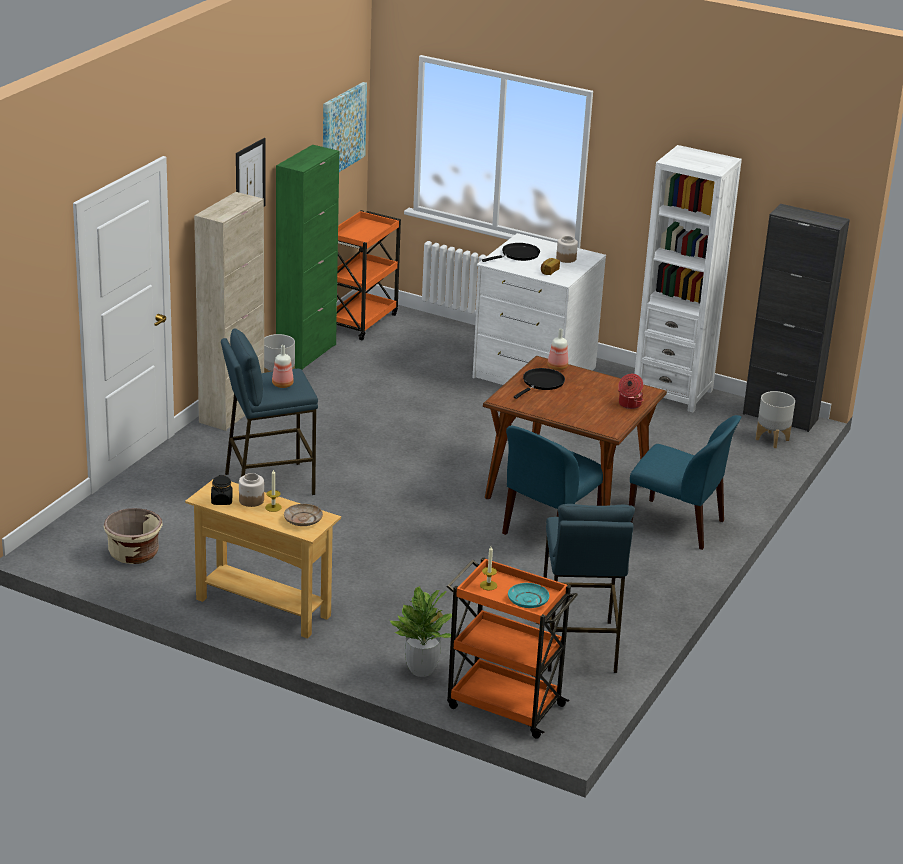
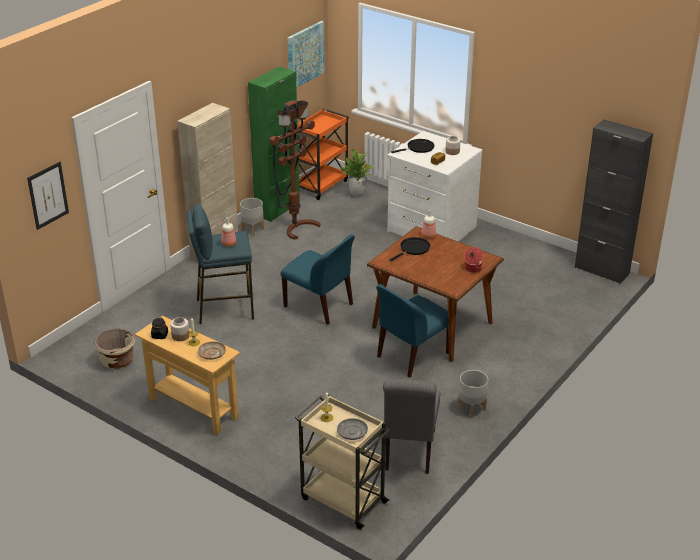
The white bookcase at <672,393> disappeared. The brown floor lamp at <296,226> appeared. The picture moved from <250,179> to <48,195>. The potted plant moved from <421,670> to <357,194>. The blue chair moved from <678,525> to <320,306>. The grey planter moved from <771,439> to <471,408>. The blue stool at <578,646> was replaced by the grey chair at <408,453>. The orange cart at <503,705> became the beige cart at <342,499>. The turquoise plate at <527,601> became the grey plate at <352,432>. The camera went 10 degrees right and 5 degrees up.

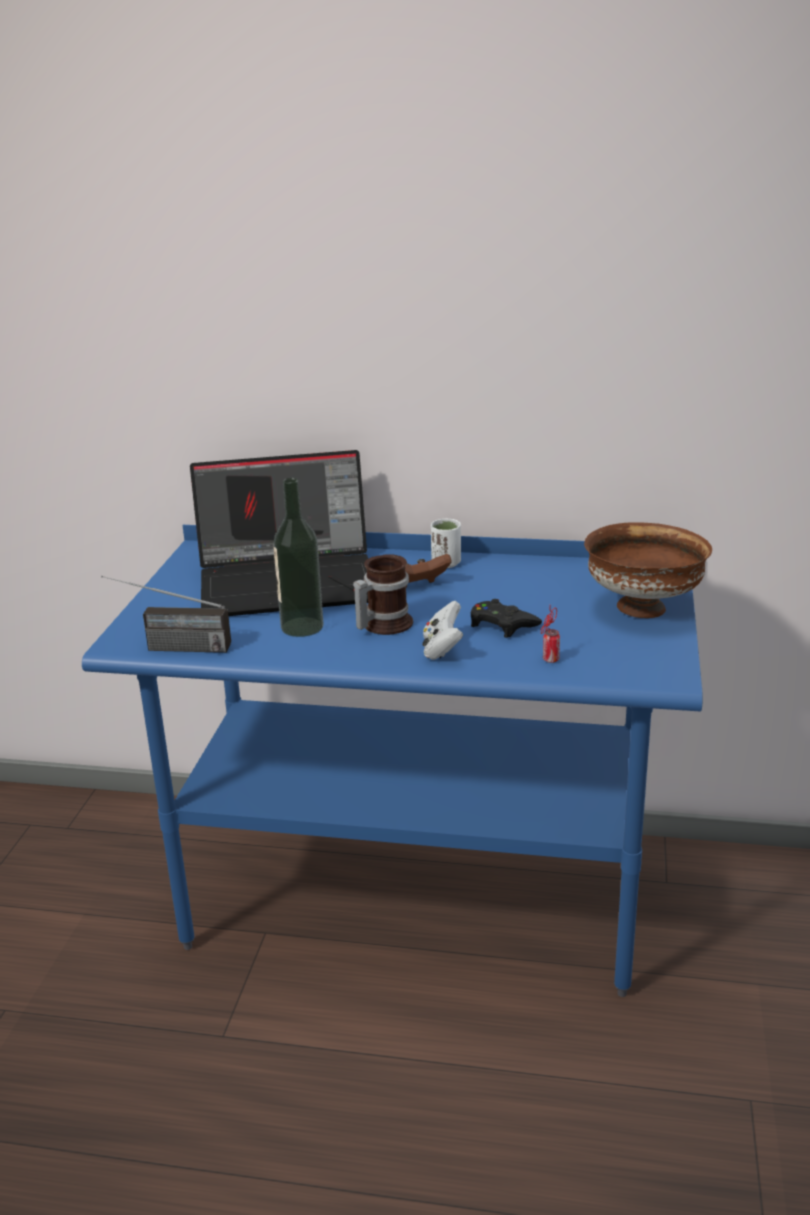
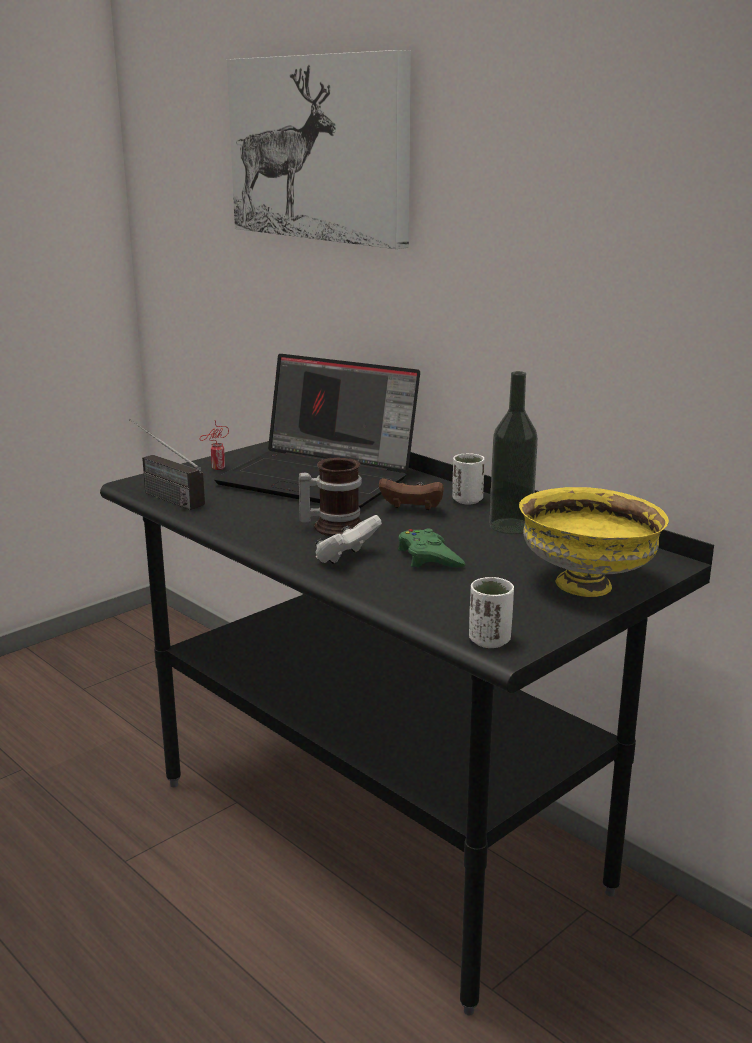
The picture at <320,149> appeared. The white cup at <489,641> appeared. The bottle moved from <302,627> to <510,526>. The can moved from <550,661> to <216,468>. The blue desk at <415,899> became the black desk at <377,834>. The black game controller at <502,625> became the green game controller at <429,557>. The brown bowl at <642,607> became the yellow bowl at <586,584>. The camera went 35 degrees right and 5 degrees down.

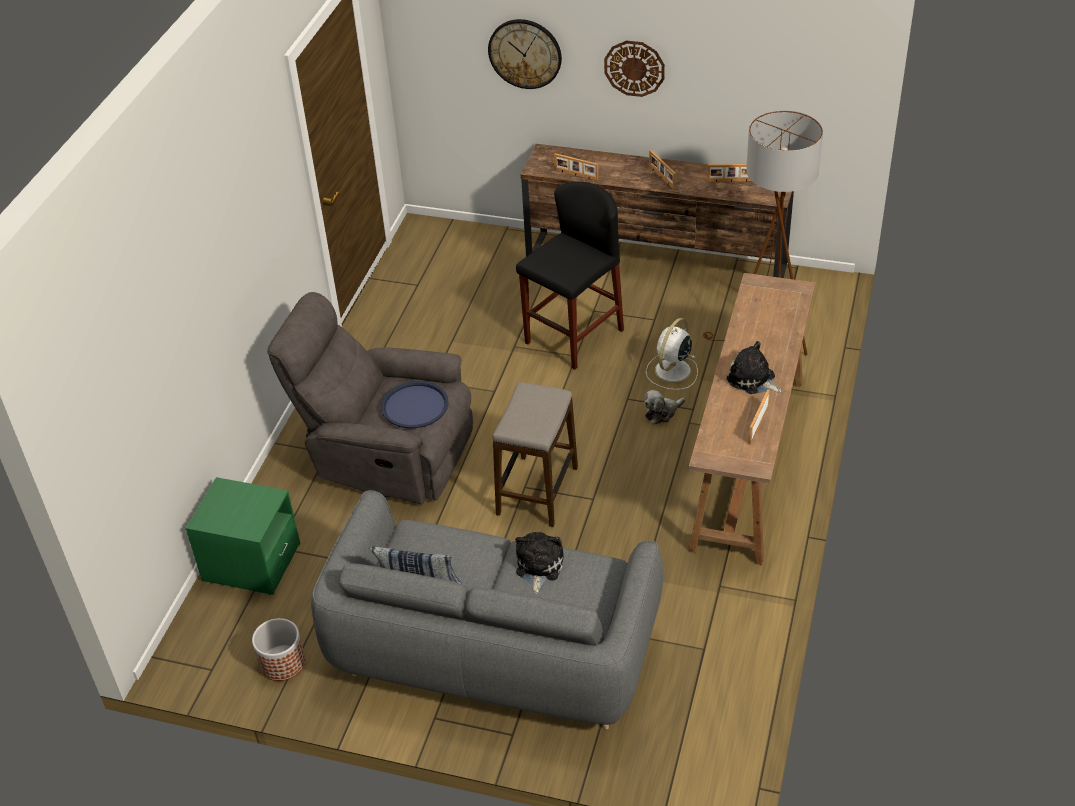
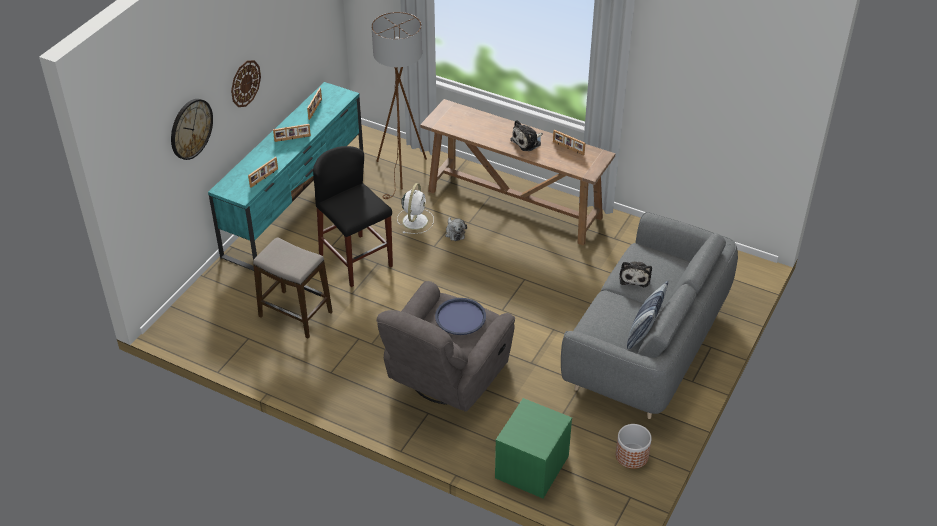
The stool moved from <538,491> to <295,314>. The brown tv stand at <656,265> became the turquoise tv stand at <296,205>. The plush toy at <538,567> turned 105 degrees counterclockwise. The white fan at <672,371> turned 120 degrees counterclockwise. The camera went 80 degrees left and 0 degrees up.

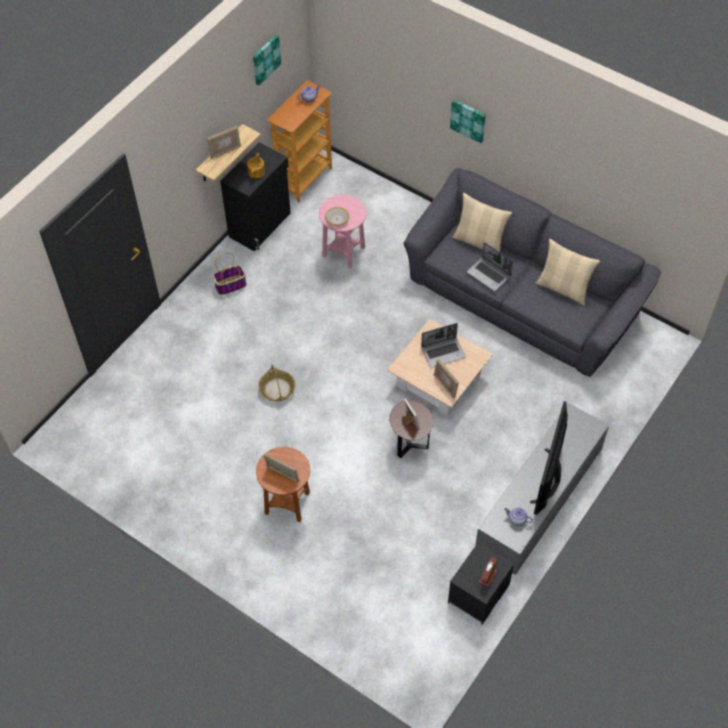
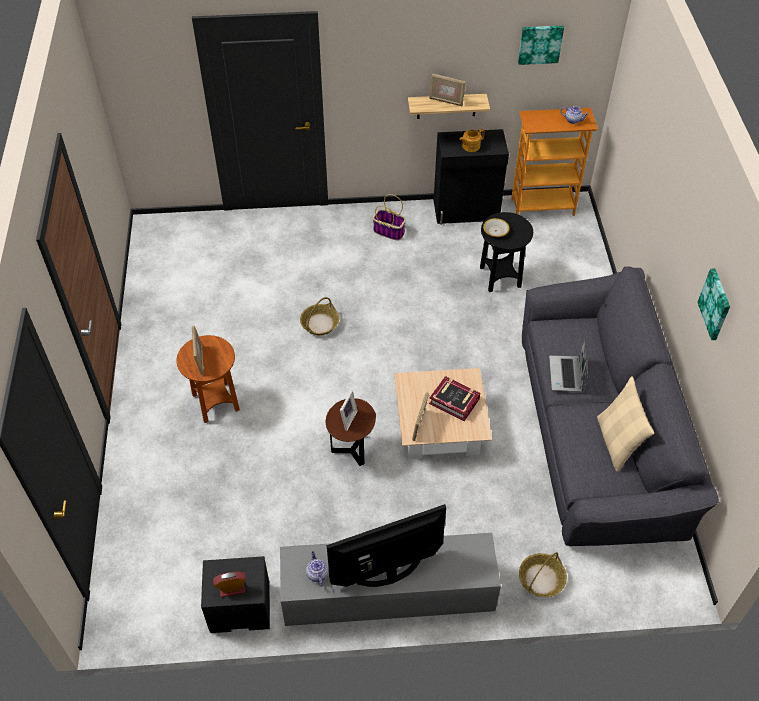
The beige pillow at <479,242> disappeared. The basket at <541,579> appeared. The picture moved from <468,120> to <716,304>. The laptop at <443,352> was replaced by the book at <454,401>. The pink side table at <344,252> became the black side table at <500,277>. The camera went 50 degrees right and 5 degrees down.

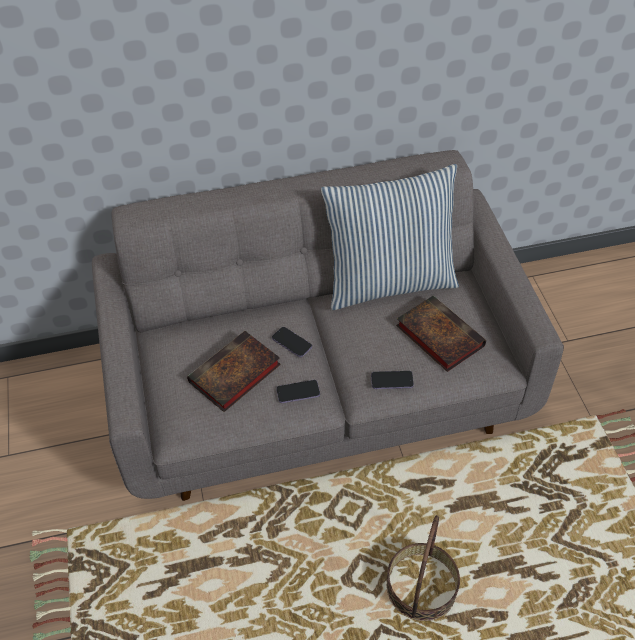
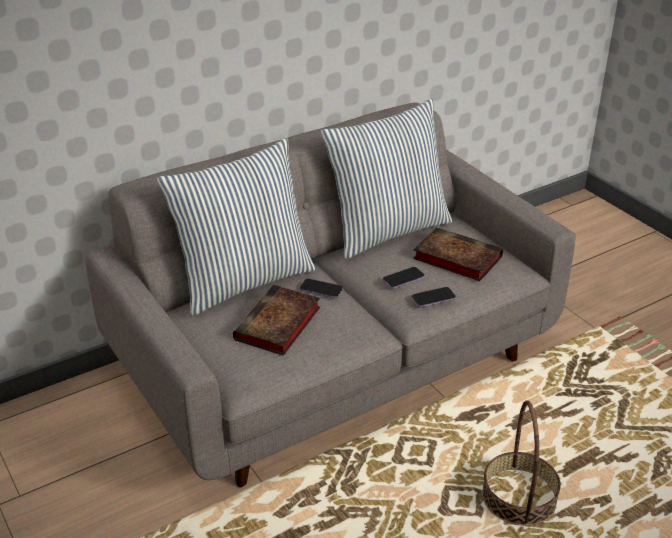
The pillow at <244,280> appeared. The phone moved from <298,392> to <403,279>. The camera went 20 degrees left and 15 degrees down.

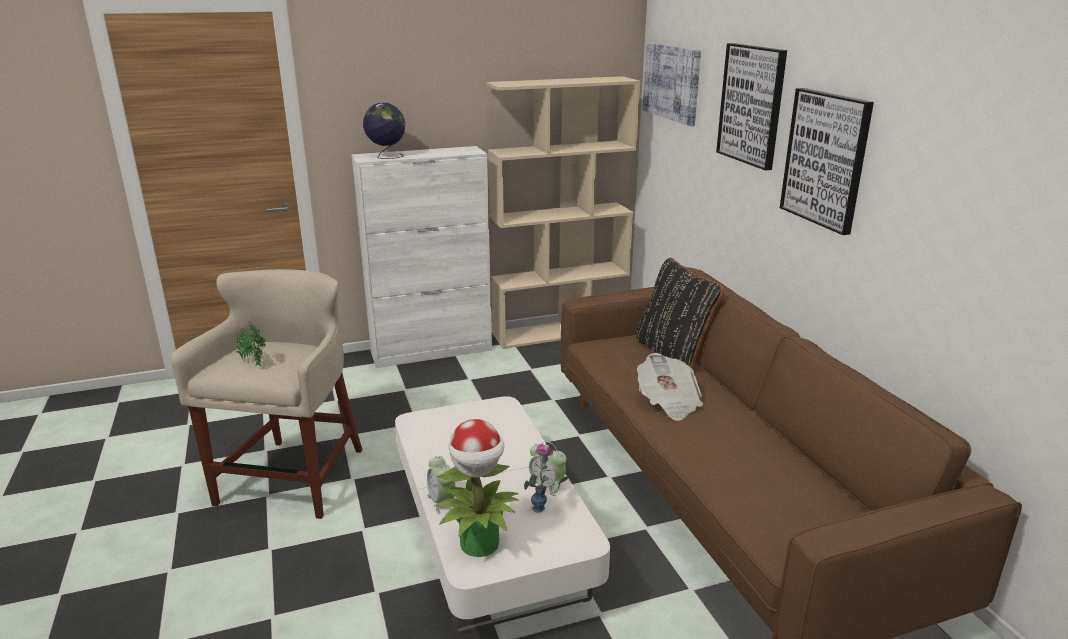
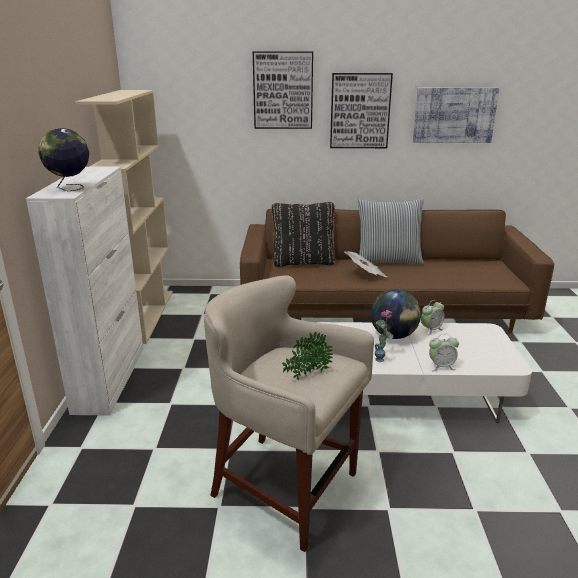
The potted plant at <480,544> disappeared. The pillow at <388,261> appeared. The globe at <393,336> appeared. The vase moved from <546,510> to <382,357>. The picture moved from <672,82> to <454,115>. The camera went 70 degrees left and 0 degrees up.

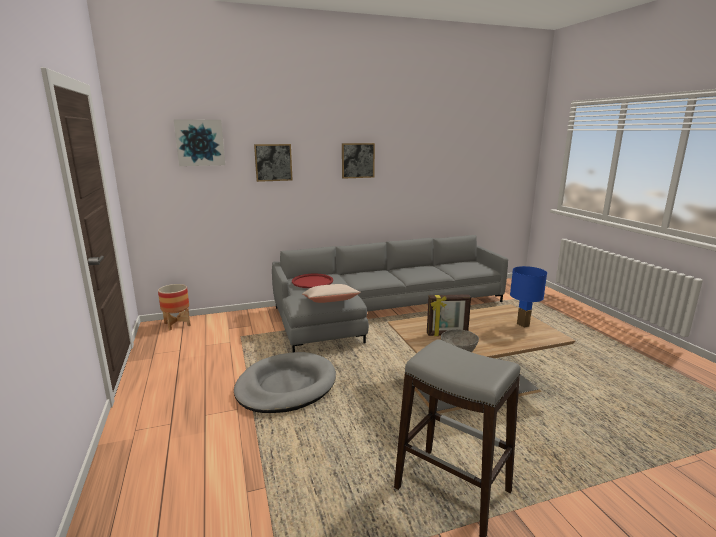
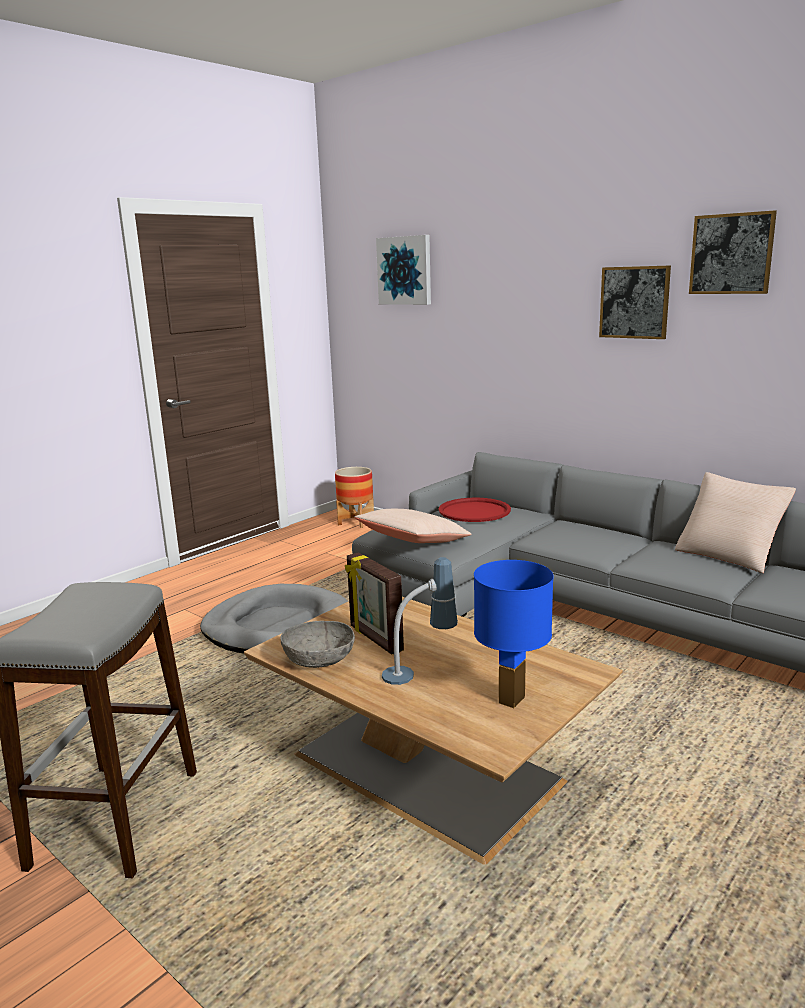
The table lamp at <420,674> appeared. The beige pillow at <729,554> appeared. The picture moved from <273,162> to <731,254>. The camera went 60 degrees right and 0 degrees up.

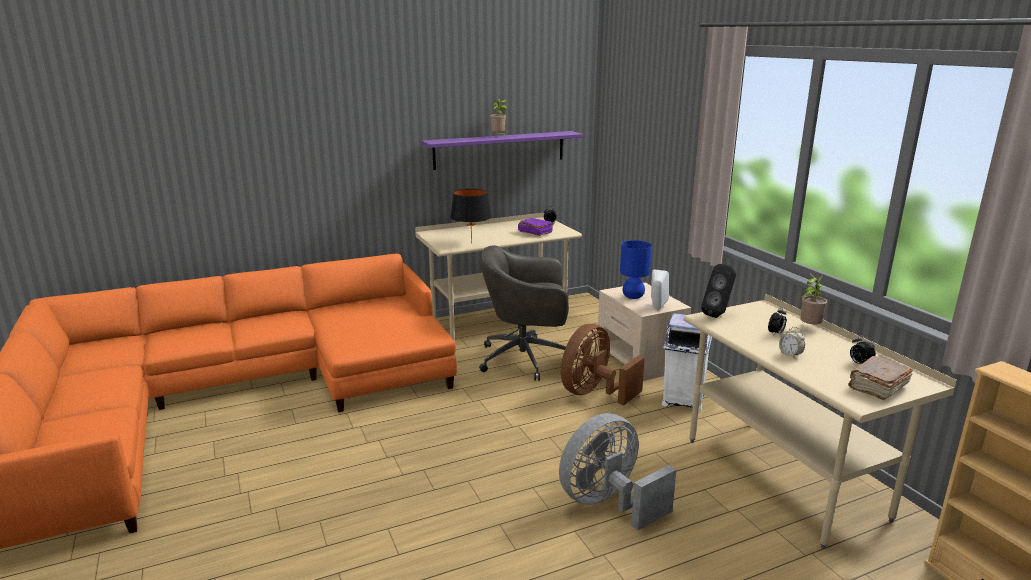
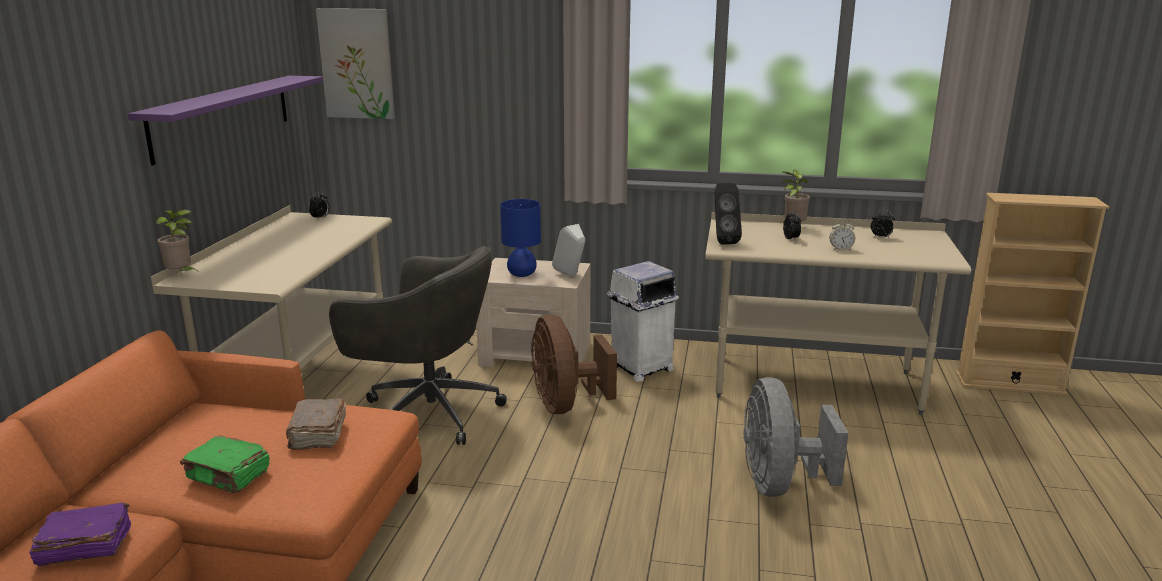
The black table lamp at <471,243> disappeared. The green book at <228,476> appeared. The picture at <357,64> appeared. The potted plant moved from <498,136> to <181,274>. The purple book moved from <535,232> to <84,547>. The brown book moved from <877,387> to <317,435>. The grey office chair at <526,359> turned 105 degrees counterclockwise. The camera went 55 degrees left and 0 degrees up.

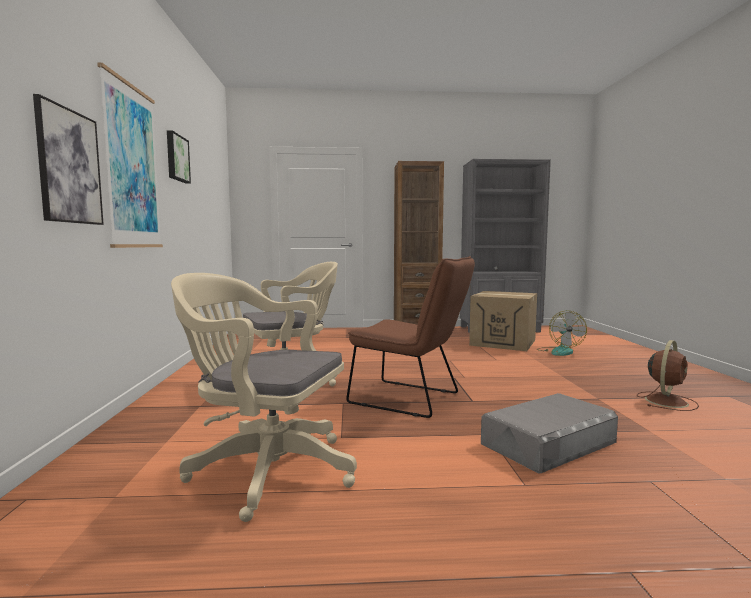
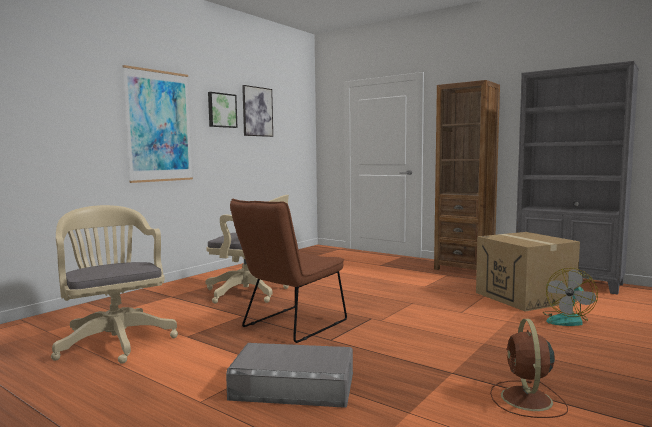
The picture moved from <69,166> to <257,111>. The brown chair at <411,399> turned 60 degrees clockwise. The brown fan at <666,401> turned 105 degrees clockwise. The camera went 40 degrees right and 0 degrees up.

